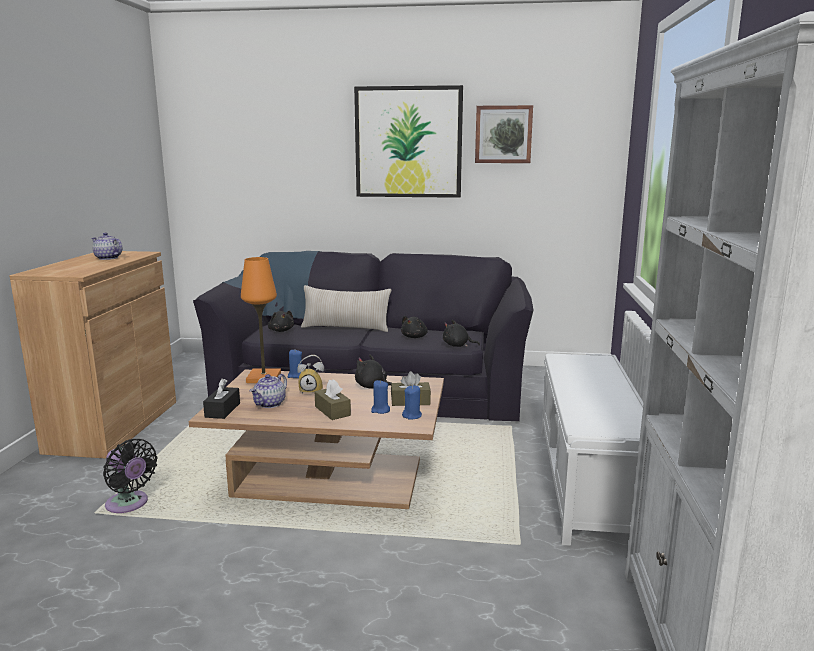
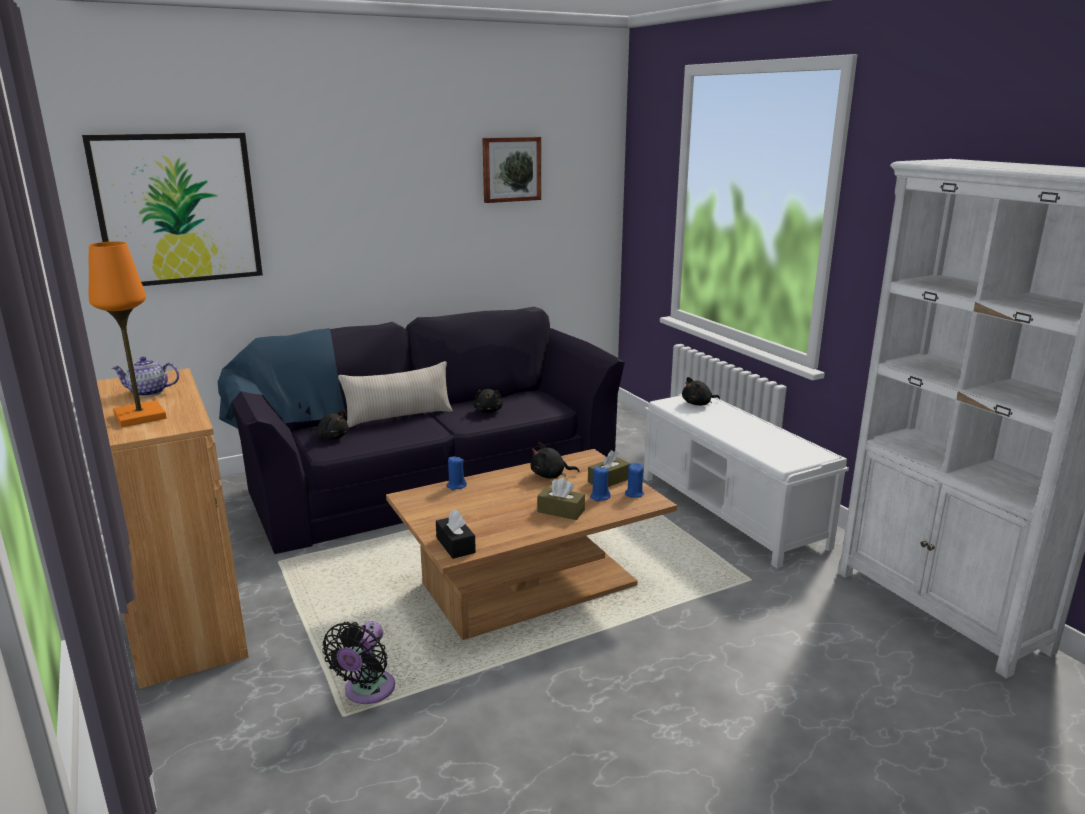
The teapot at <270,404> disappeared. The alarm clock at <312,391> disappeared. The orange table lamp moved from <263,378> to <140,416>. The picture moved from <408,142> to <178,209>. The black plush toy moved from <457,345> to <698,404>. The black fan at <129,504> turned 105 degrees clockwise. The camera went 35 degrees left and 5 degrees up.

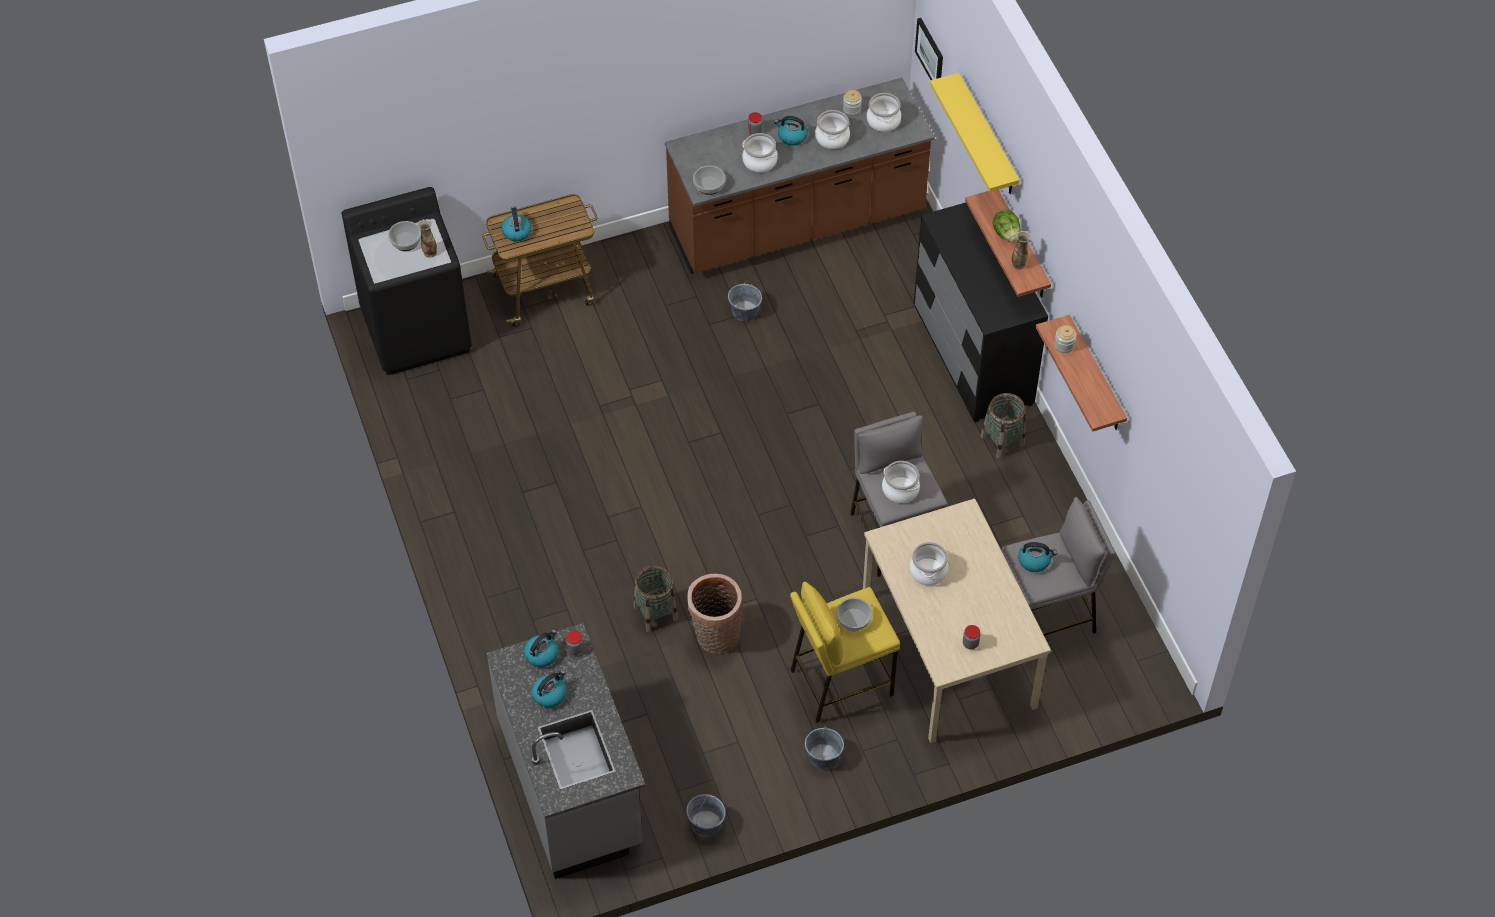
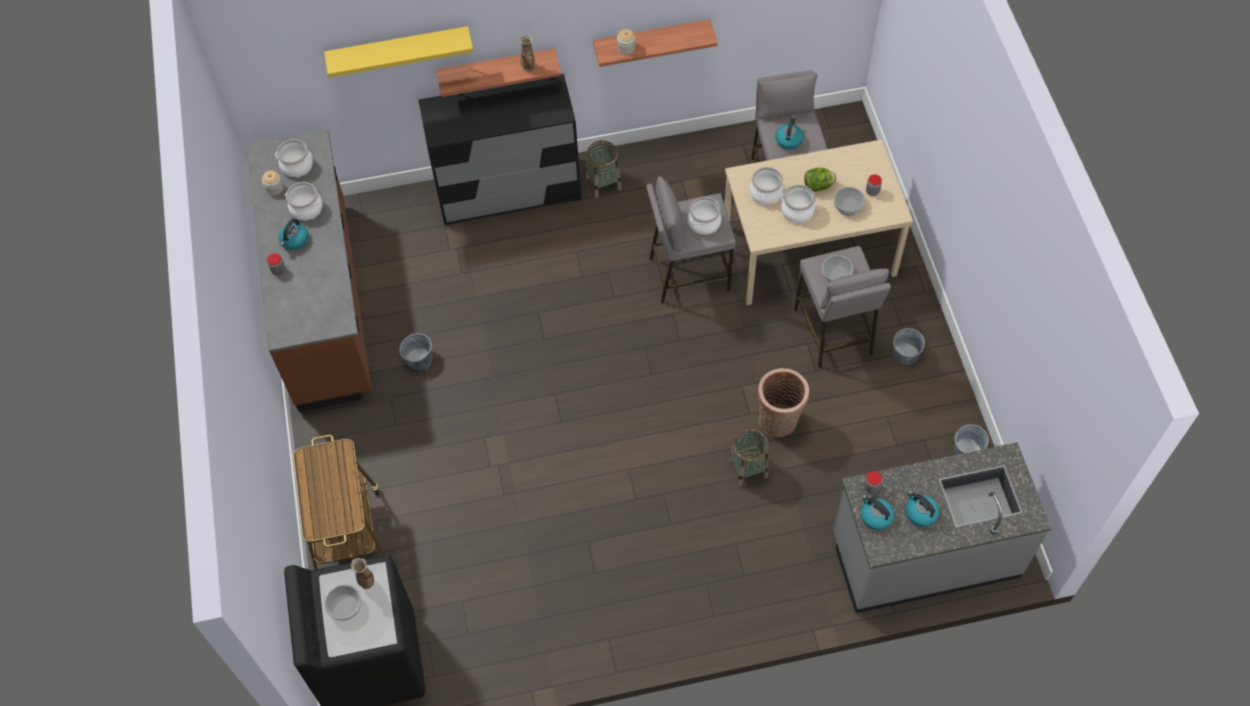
The kettle at <516,231> disappeared. The picture at <930,53> disappeared. The bowl moved from <709,185> to <847,206>. The cooking pot moved from <760,161> to <765,193>. The lettuce moved from <1006,234> to <818,186>. The yellow stool at <840,682> became the grey stool at <833,332>. The camera went 80 degrees left and 5 degrees up.

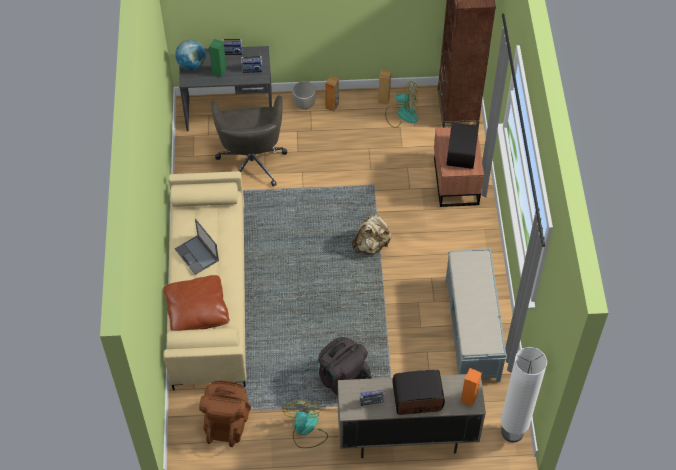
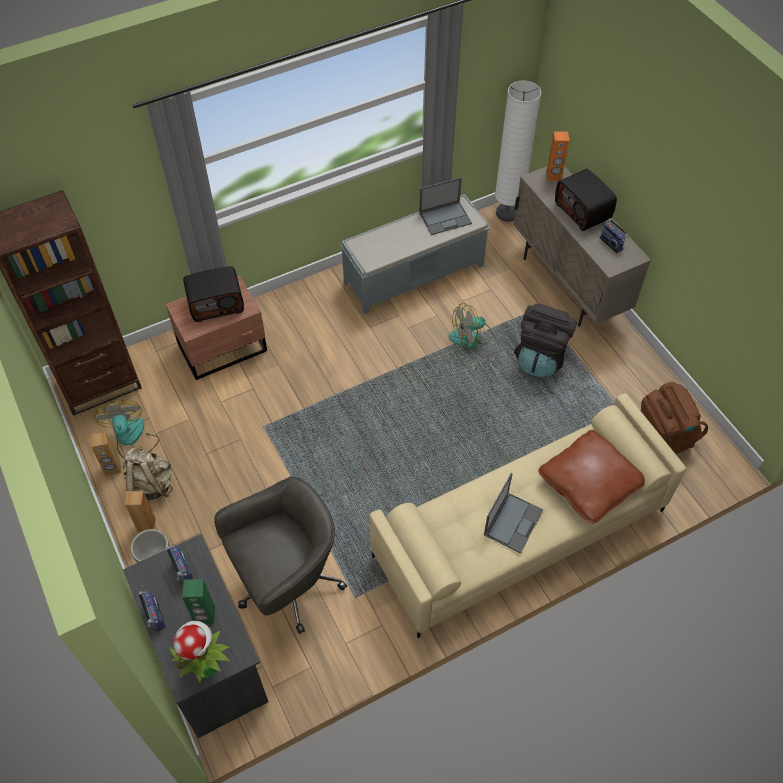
The laptop at <445,218> appeared. The fan moved from <305,430> to <471,336>. The beige backpack moved from <371,245> to <151,484>. The globe at <192,65> was replaced by the potted plant at <205,664>. The camera went 115 degrees left and 0 degrees up.

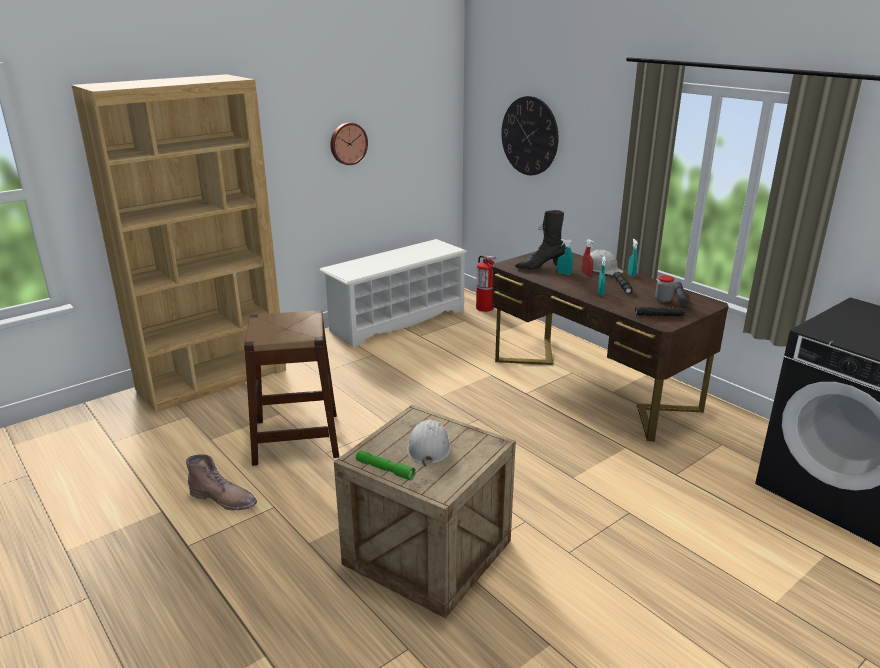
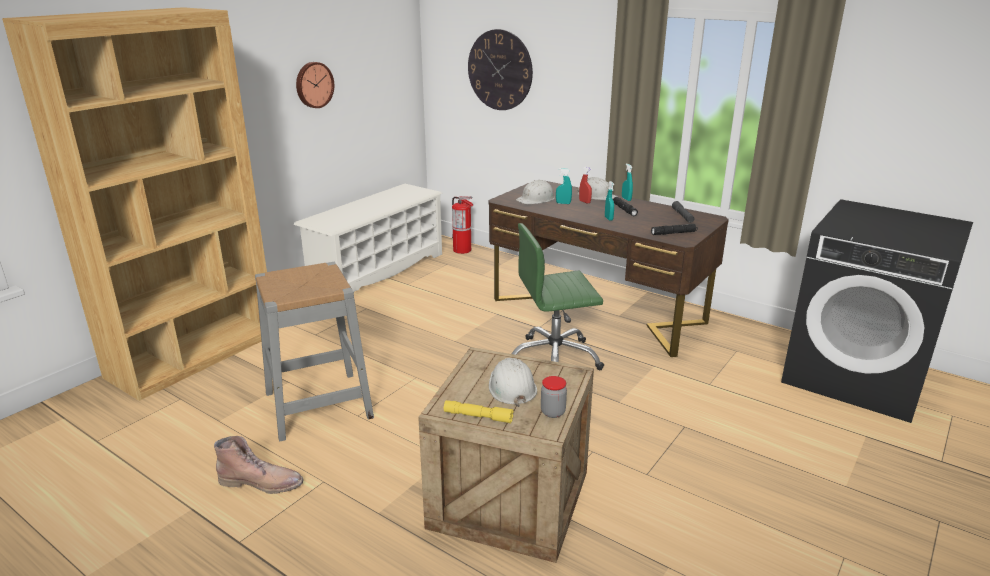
The green office chair at <554,359> appeared. The jar moved from <663,300> to <553,412>. The black boot at <539,267> was replaced by the white hard hat at <536,199>. The brown stool at <296,438> became the grey stool at <318,405>. The green flashlight at <385,470> became the yellow flashlight at <478,416>. The camera went 15 degrees left and 0 degrees up.

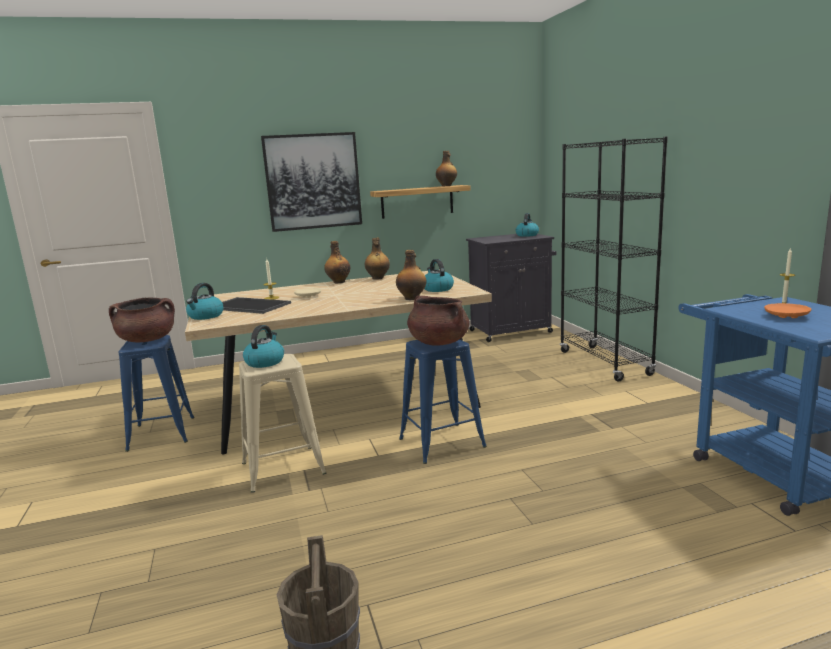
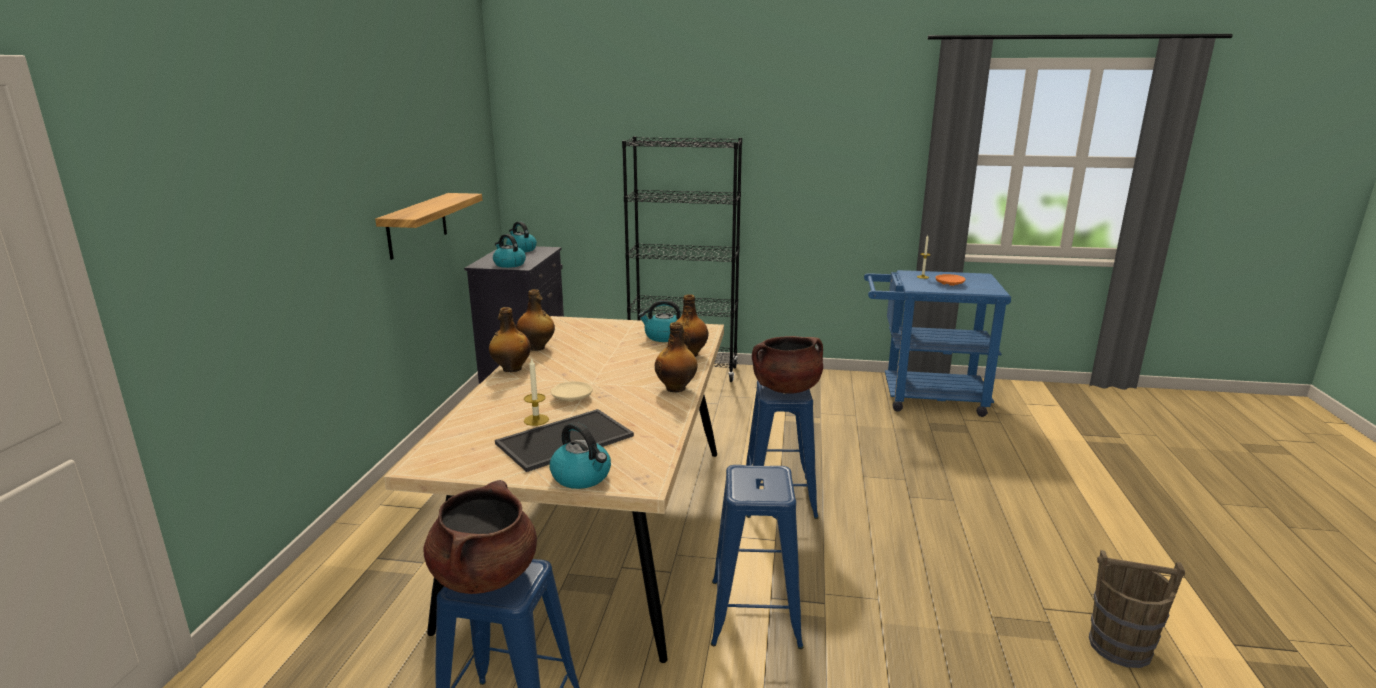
The picture at <313,181> disappeared. The kettle moved from <265,362> to <509,264>. The bottle moved from <446,186> to <676,388>. The beige stool at <284,468> became the blue stool at <755,612>. The camera went 65 degrees left and 5 degrees up.

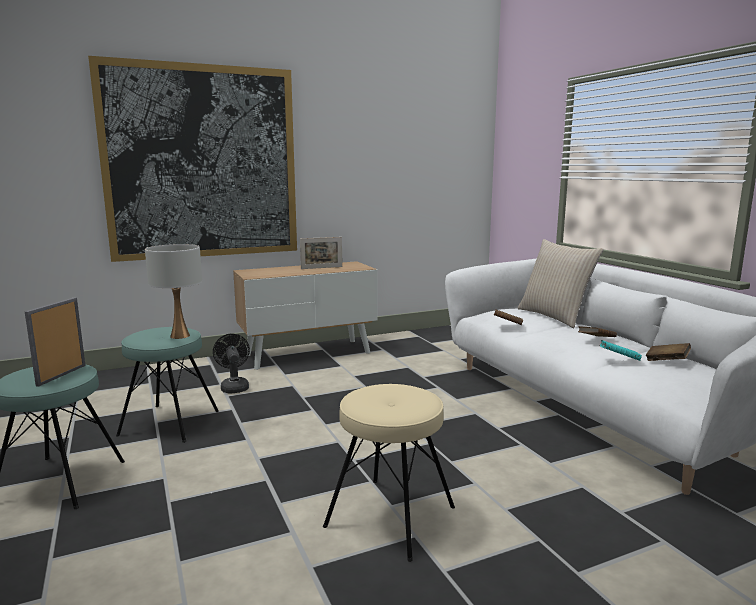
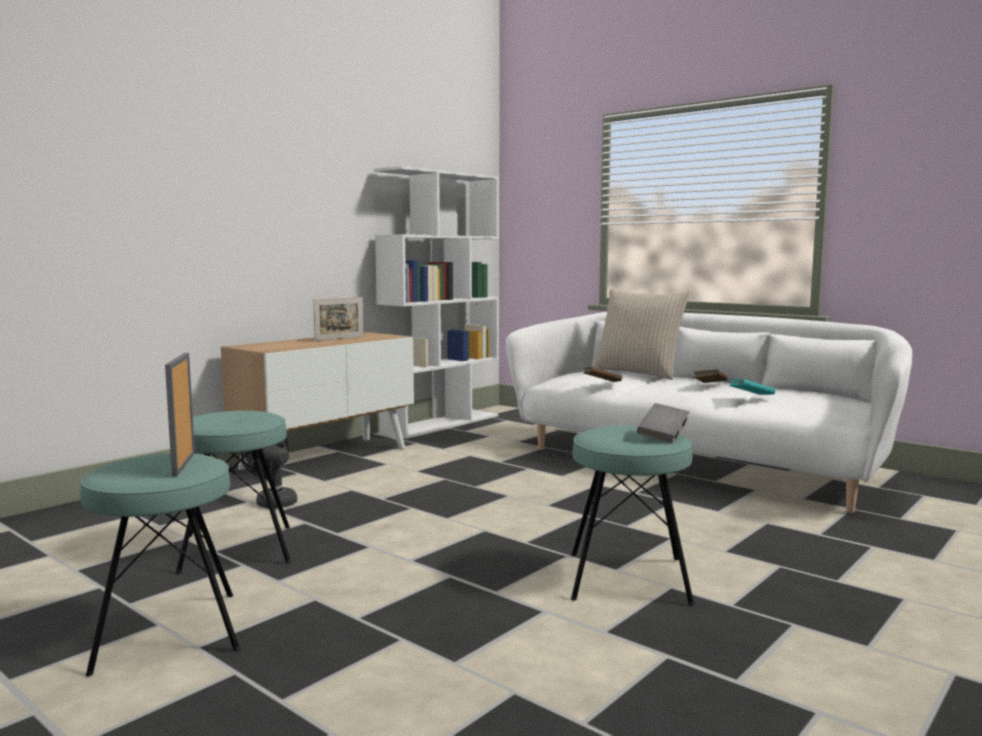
The picture at <202,163> disappeared. The white table lamp at <180,336> disappeared. The brown book at <667,361> disappeared. The white bookcase at <441,423> appeared. The grey book at <663,437> appeared. The beige stool at <390,517> became the turquoise stool at <628,578>. The camera went 25 degrees left and 5 degrees down.

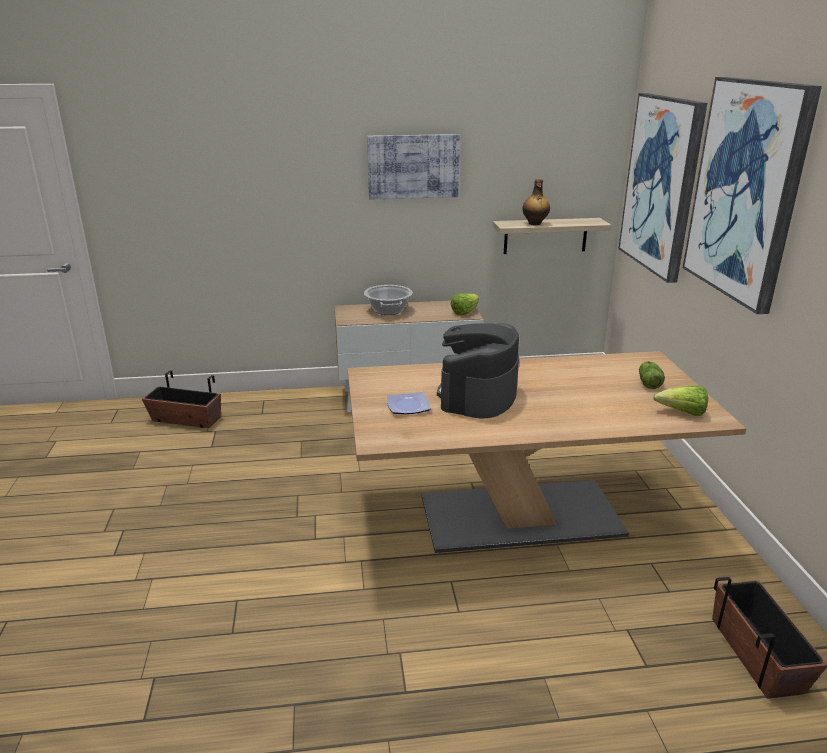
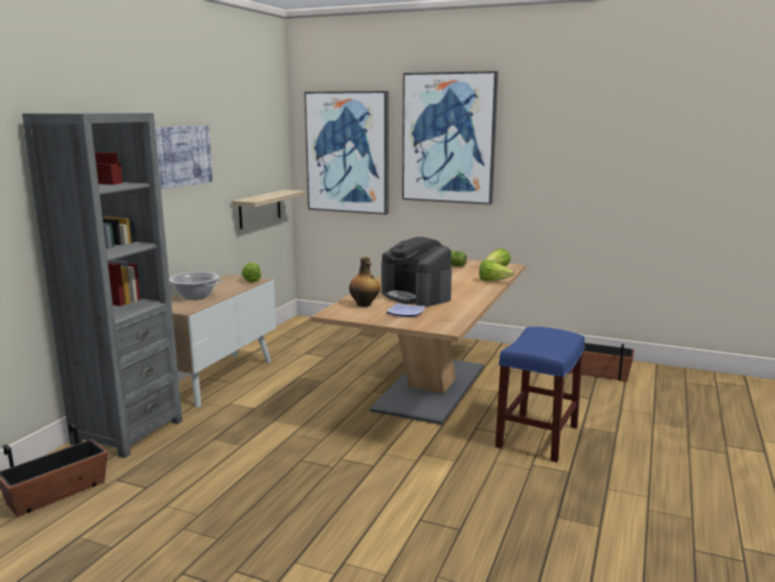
The grey bookcase at <127,432> appeared. The lettuce at <493,281> appeared. The blue stool at <537,437> appeared. The bottle moved from <534,223> to <364,304>. The camera went 60 degrees left and 10 degrees down.

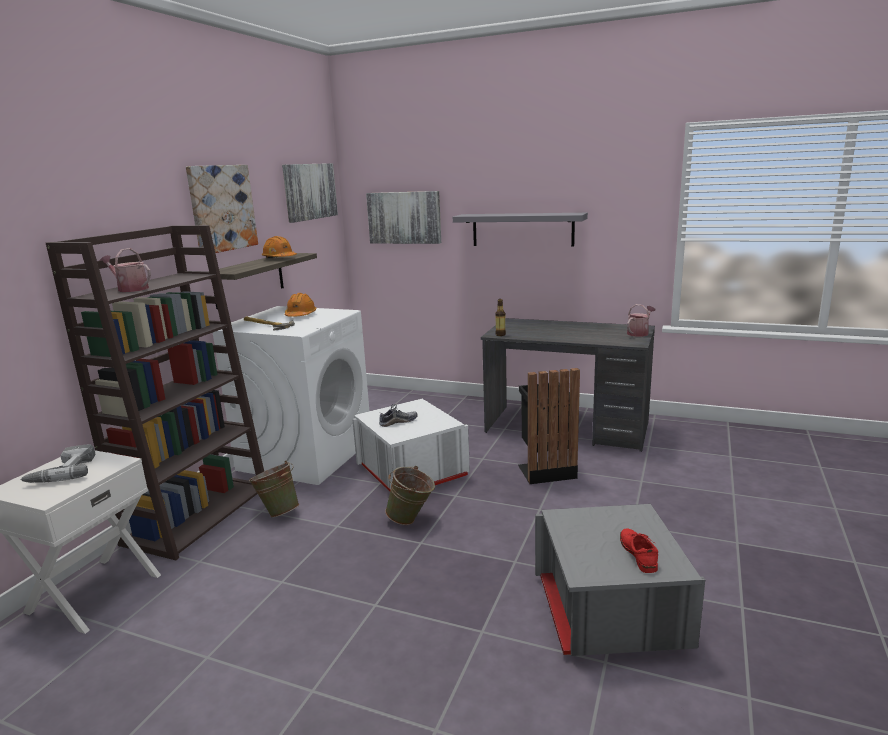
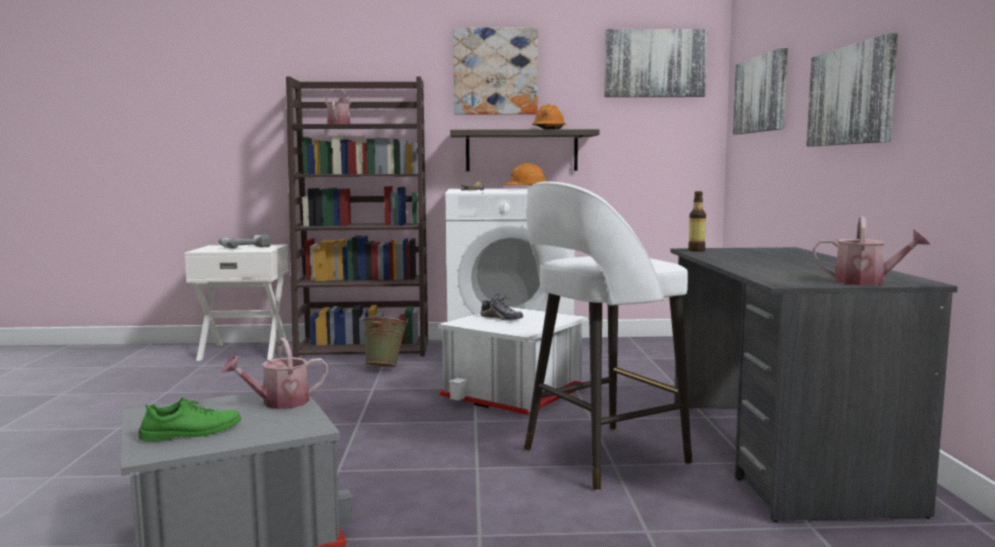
The green bucket at <412,520> disappeared. The watering can at <279,403> appeared. The grey shelf at <522,229> was replaced by the picture at <852,95>. The black trash can at <545,470> was replaced by the white stool at <601,457>. The red shoe at <638,554> became the green shoe at <191,432>. The camera went 65 degrees right and 10 degrees down.

